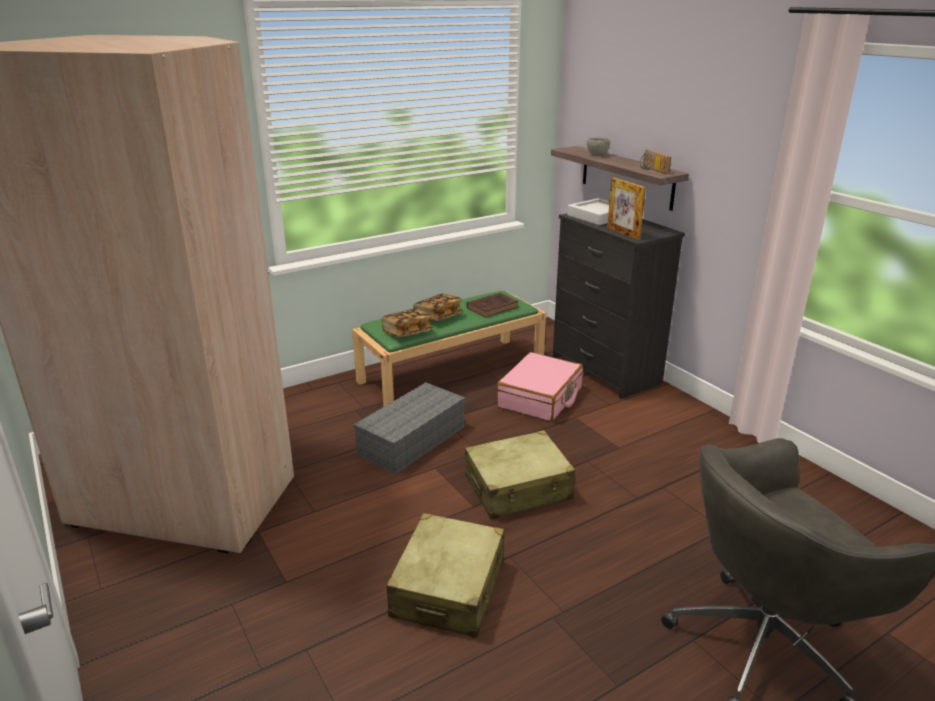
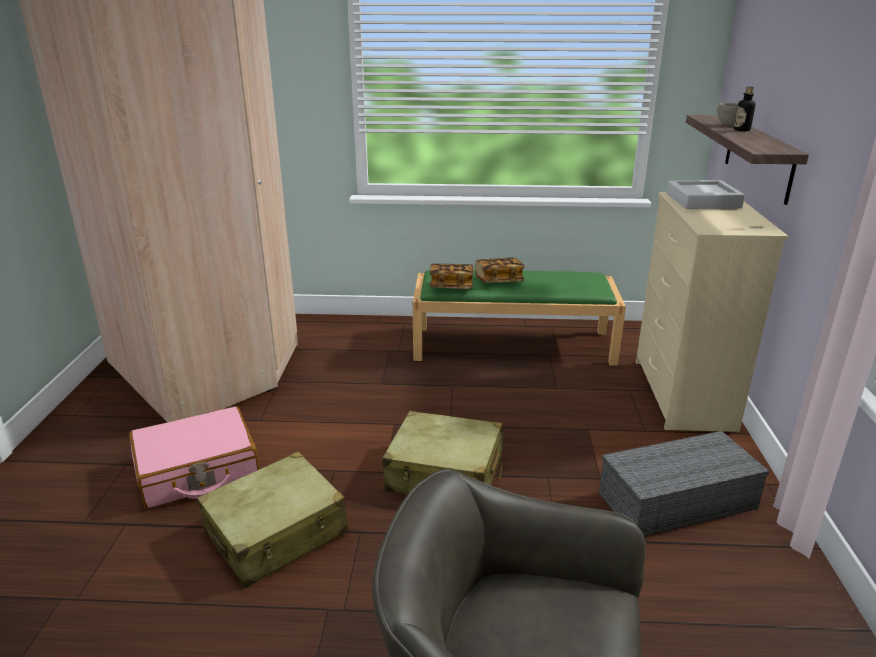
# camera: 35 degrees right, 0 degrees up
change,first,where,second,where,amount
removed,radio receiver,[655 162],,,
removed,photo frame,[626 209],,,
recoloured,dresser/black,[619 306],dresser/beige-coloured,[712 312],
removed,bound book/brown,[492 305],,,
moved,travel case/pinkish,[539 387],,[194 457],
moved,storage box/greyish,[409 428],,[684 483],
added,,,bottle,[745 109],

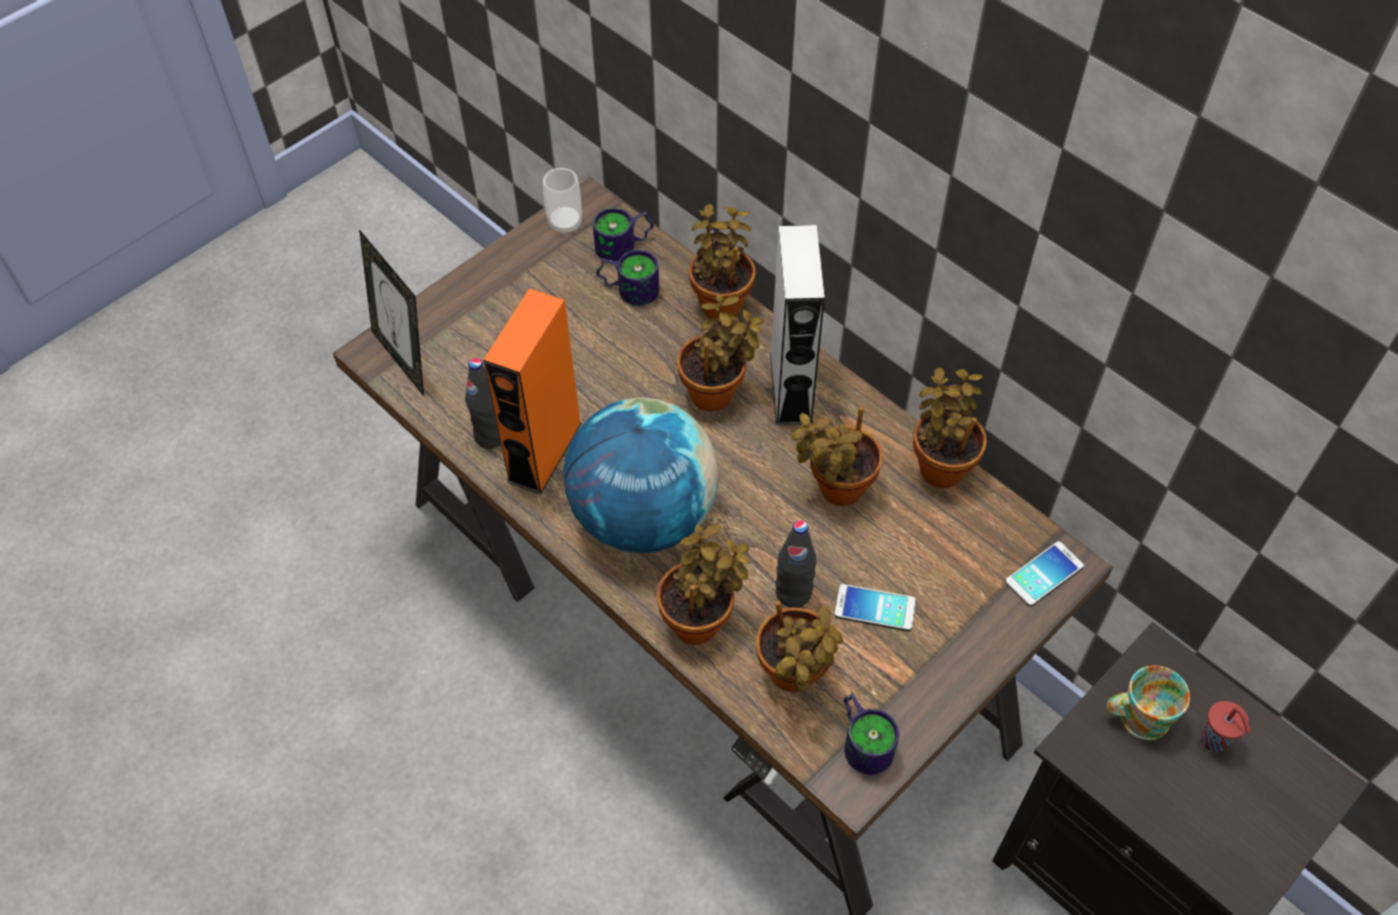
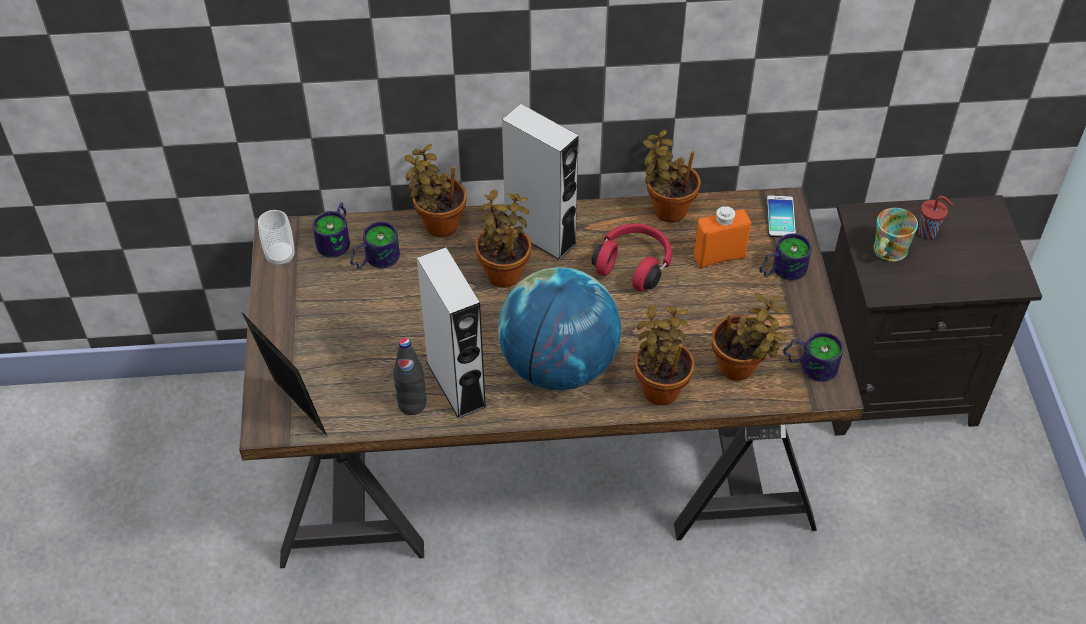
# camera: 50 degrees left, 5 degrees down
change,first,where,second,where,amount
turned,photo frame,[391 312],,[284 374],135 degrees counterclockwise
recoloured,speaker/orange,[532 391],speaker/greyish,[452 333],
replaced,houseplant,[837 456],headset/red-coloured,[632 257],
removed,bottle/black,[795 564],,,
removed,phone,[875 607],,,
added,,,bottle/orange,[722 236],
added,,,coffee mug,[785 256],

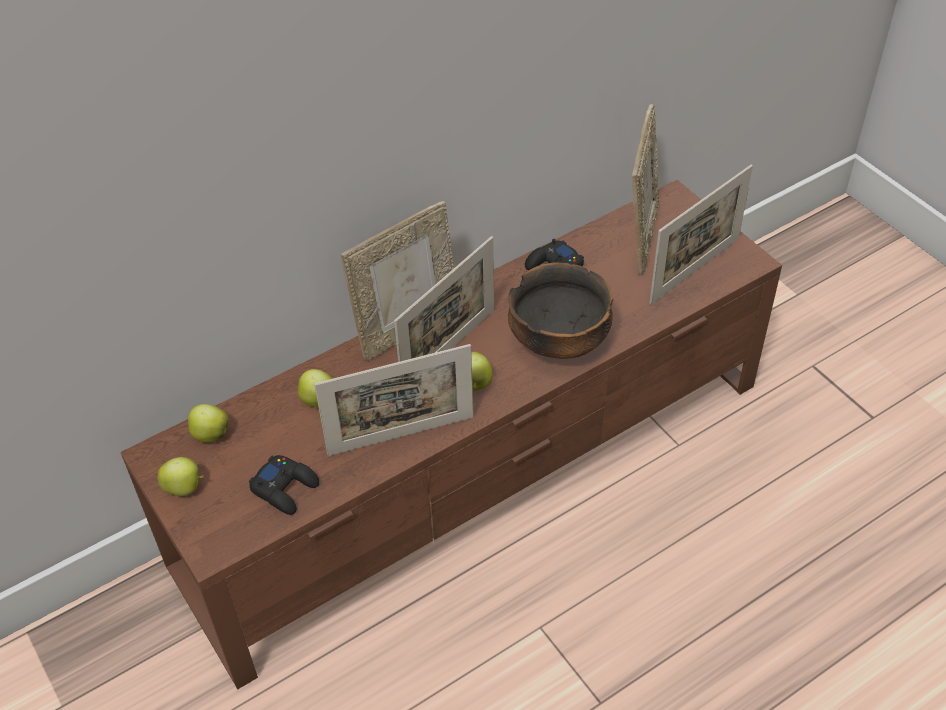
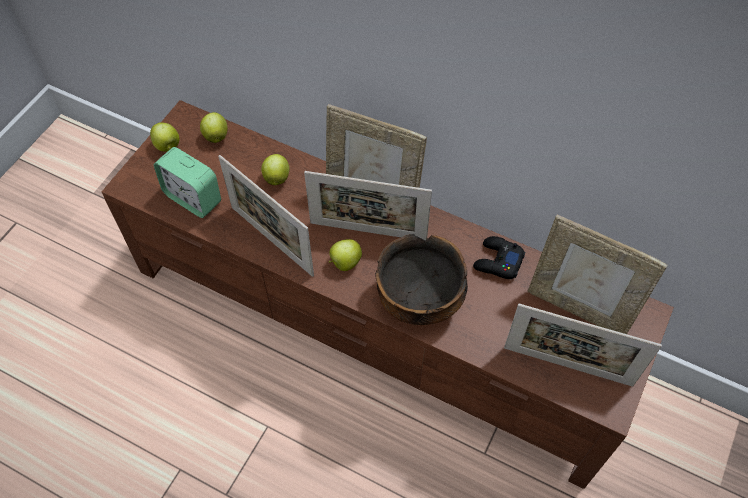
# camera: 60 degrees right, 10 degrees up
change,first,where,second,where,amount
turned,photo frame,[645 189],,[597 274],45 degrees clockwise
replaced,gamepad/black,[284 485],table clock,[187 182],

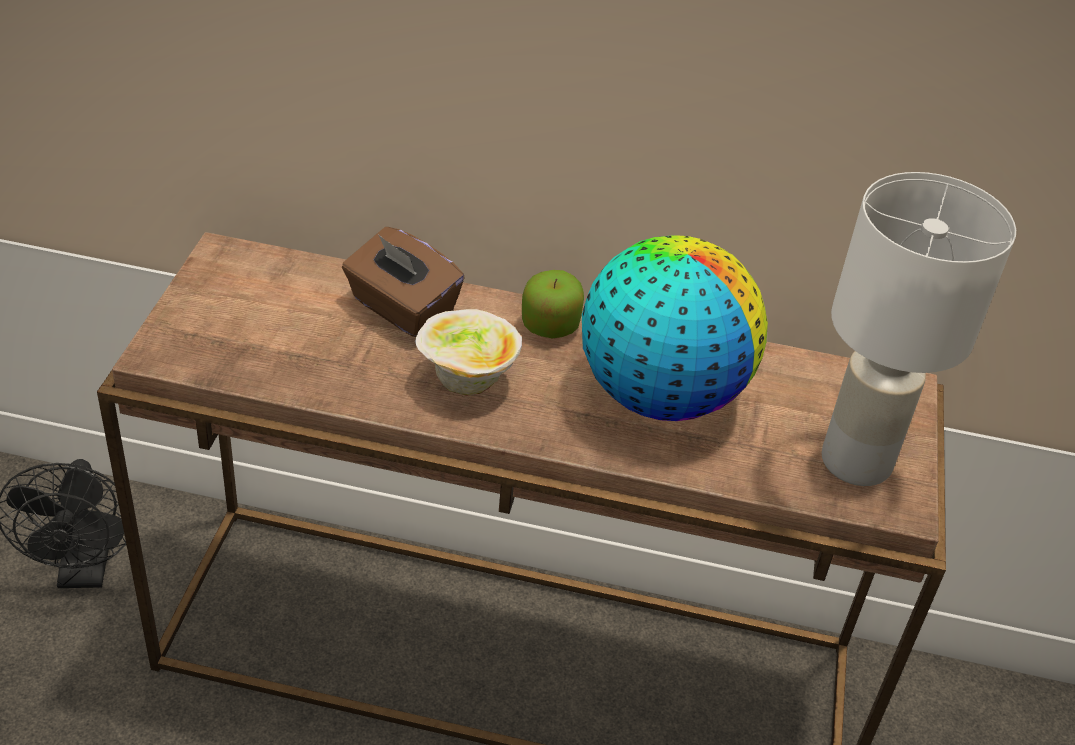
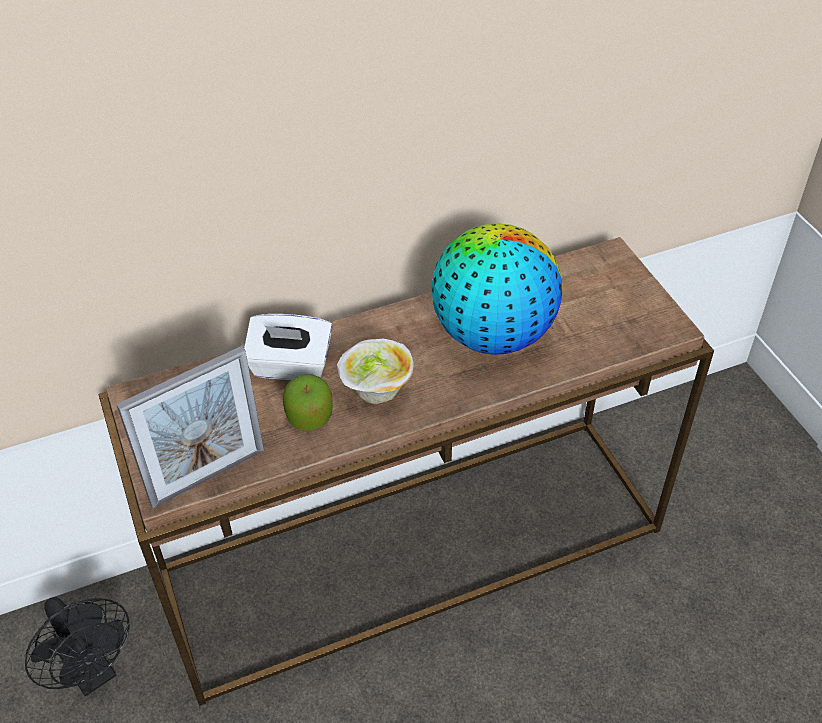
# camera: 30 degrees left, 5 degrees up
change,first,where,second,where,amount
removed,tabletop lamp/white-coloured,[919 329],,,
recoloured,tissue holder/brown,[403 282],tissue holder/white-coloured,[288 347],
moved,apple fruit,[553 304],,[308 402],
added,,,photo frame,[190 427],

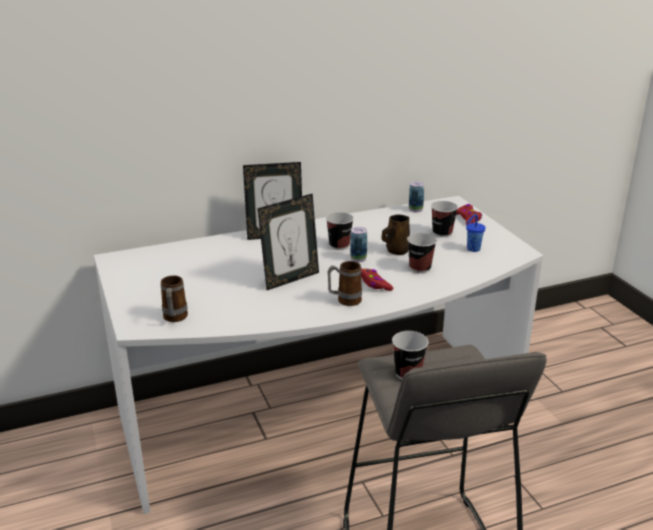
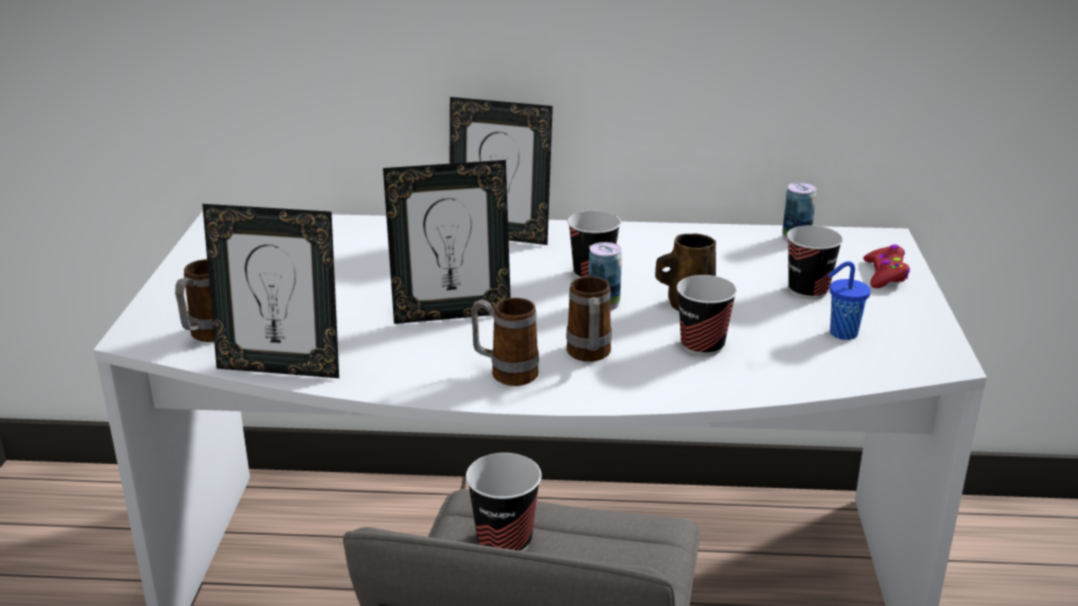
# camera: 25 degrees right, 0 degrees up
change,first,where,second,where,amount
replaced,gamepad/red-coloured,[377 279],coffee mug,[589 319],
added,,,photo frame,[270 291],

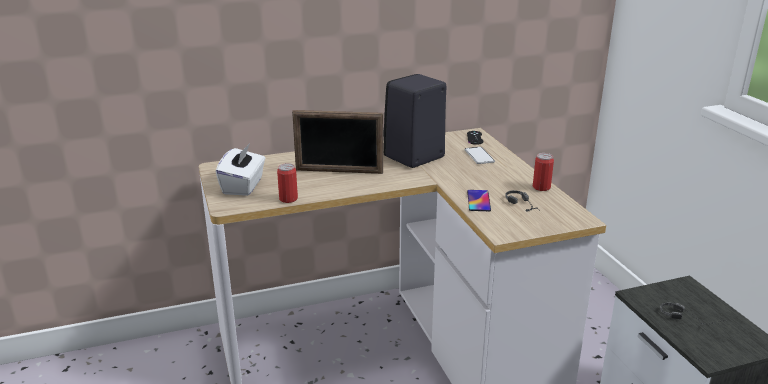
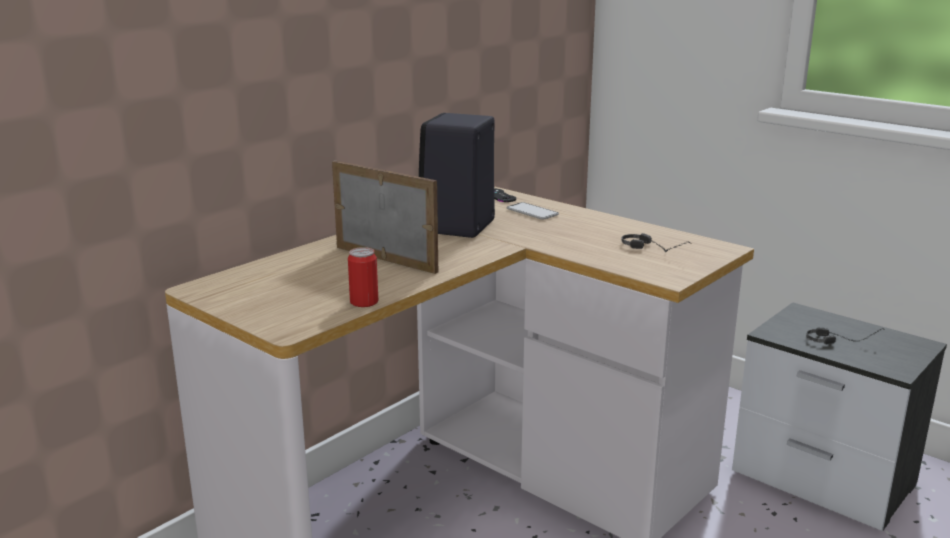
# camera: 30 degrees left, 5 degrees down
change,first,where,second,where,amount
turned,photo frame,[337 142],,[385 217],120 degrees counterclockwise
removed,tissue holder/white-coloured,[240 169],,,
removed,metal can,[543 172],,,
removed,phone,[479 200],,,

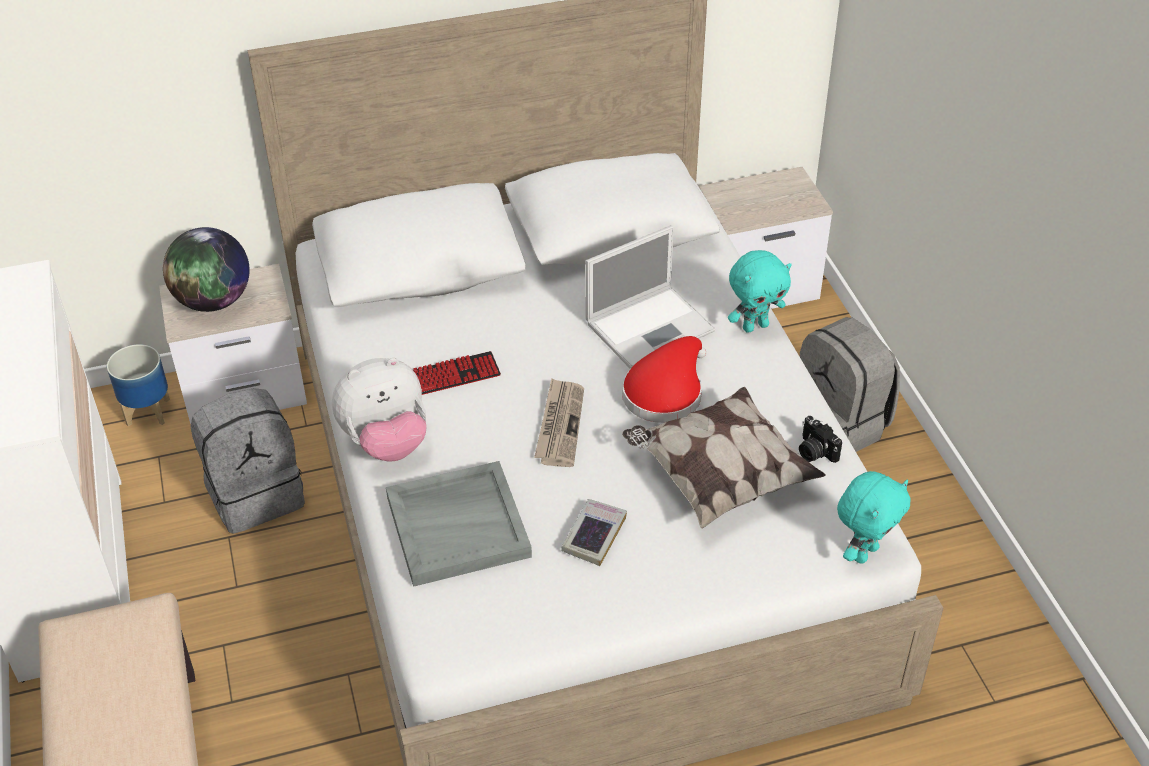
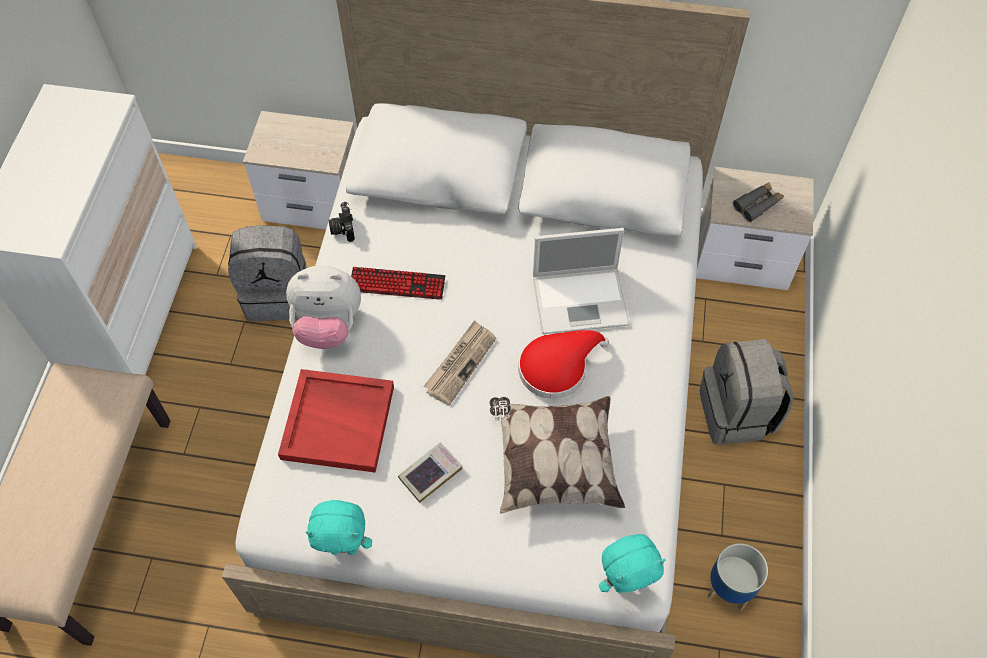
# camera: 25 degrees right, 15 degrees up
change,first,where,second,where,amount
removed,globe,[206 269],,,
moved,cuddly toy/blue-green,[760 291],,[339 527],
moved,plant pot,[138 385],,[738 577],
moved,still camera,[820 439],,[342 222],
recoloured,tray/greyish,[459 524],tray/red-coloured,[336 421],
added,,,pair of binoculars/greyish,[758 202],

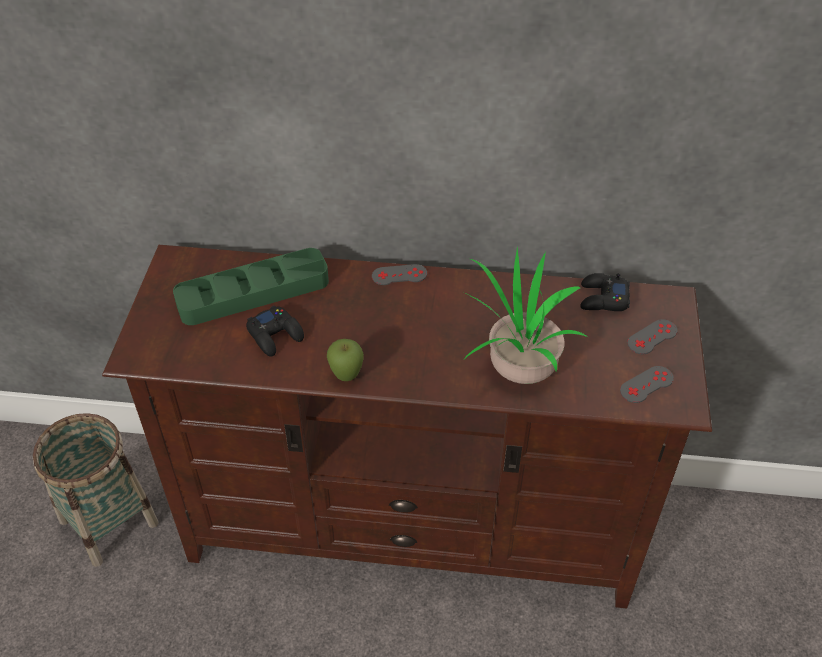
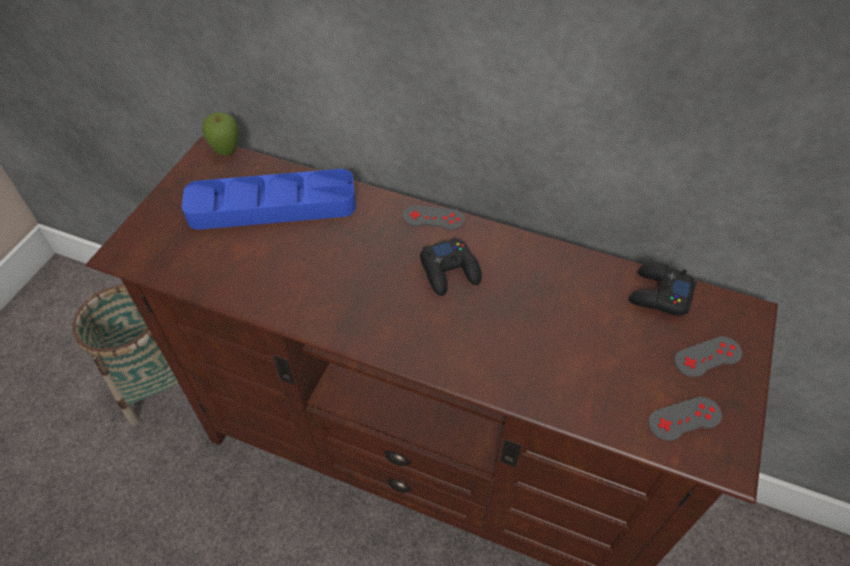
# camera: 15 degrees right, 5 degrees up
change,first,where,second,where,amount
removed,houseplant,[527 315],,,
recoloured,tray/green,[251 286],tray/bluish,[269 199],
moved,gamepad/black,[275 330],,[451 266],
moved,apple fruit,[345 360],,[220 134],

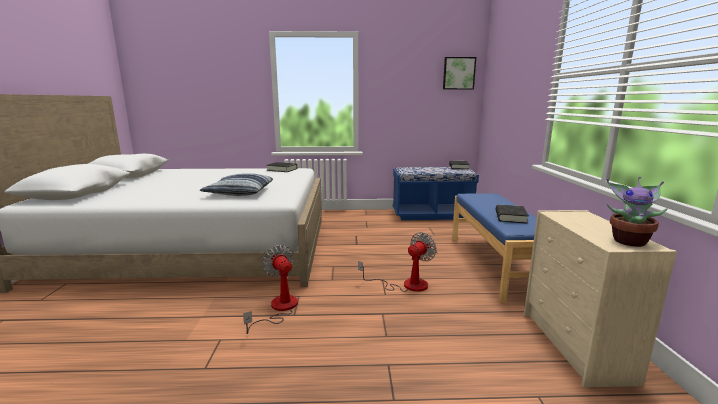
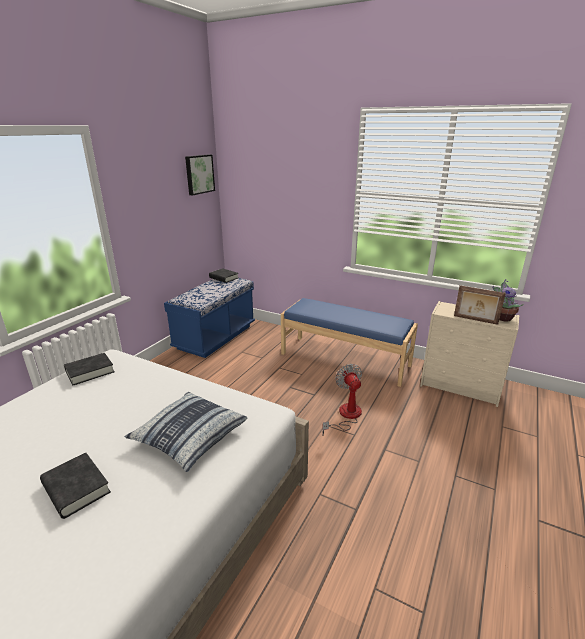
# camera: 60 degrees left, 10 degrees up
change,first,where,second,where,amount
moved,bound book/black,[512 214],,[75 486],
removed,cooling fan,[270 289],,,
added,,,photo frame,[480 305],

